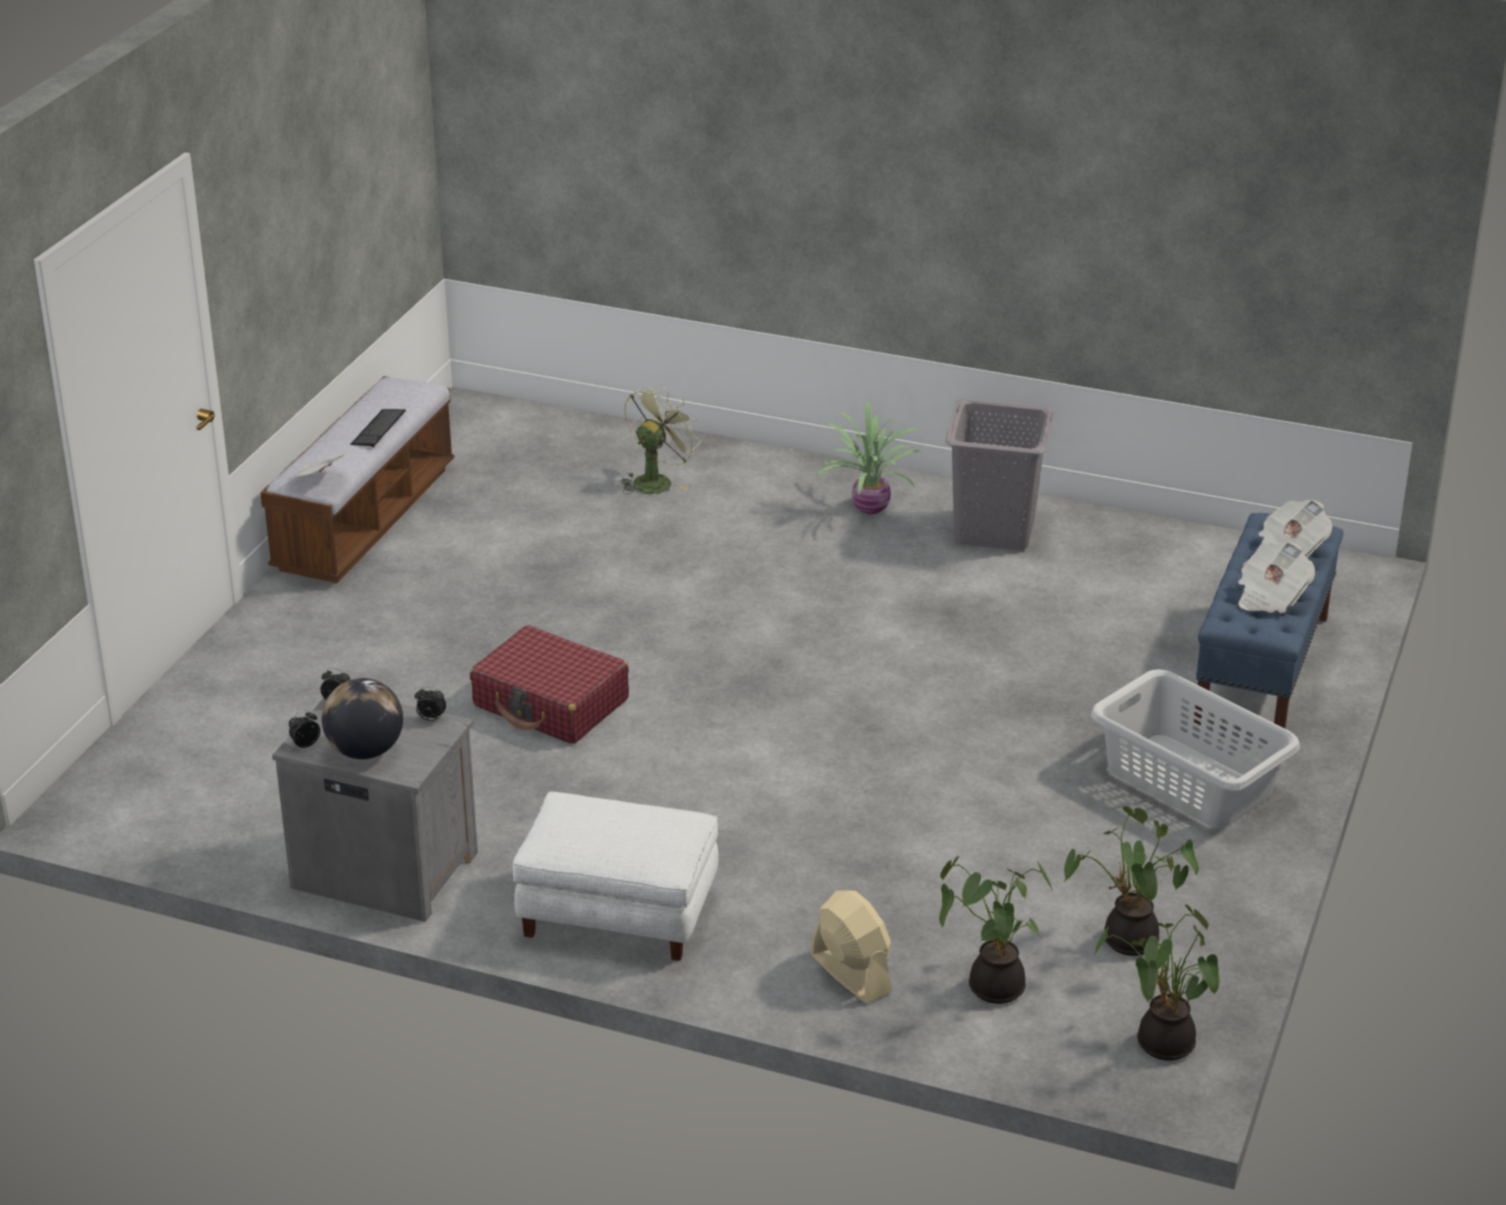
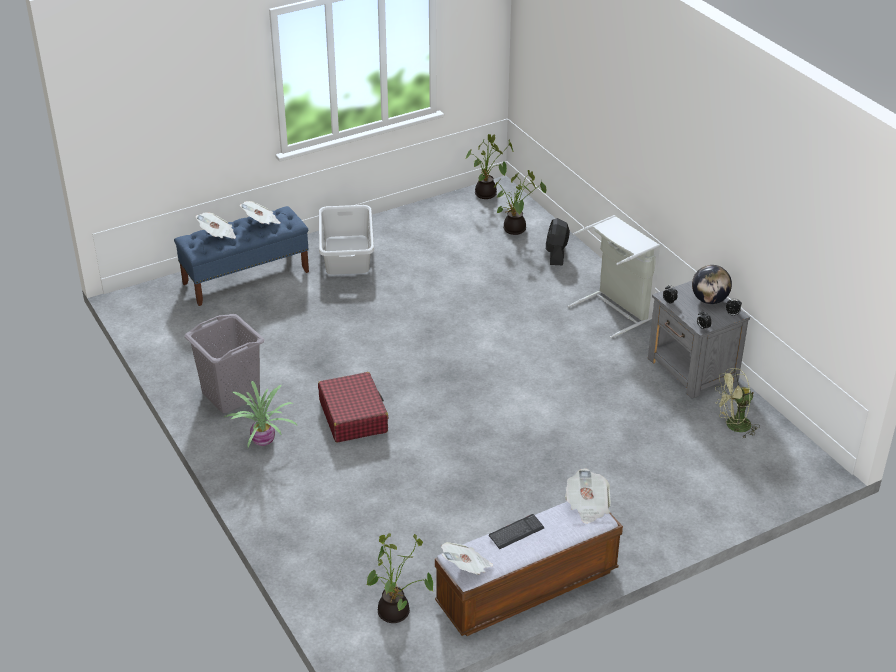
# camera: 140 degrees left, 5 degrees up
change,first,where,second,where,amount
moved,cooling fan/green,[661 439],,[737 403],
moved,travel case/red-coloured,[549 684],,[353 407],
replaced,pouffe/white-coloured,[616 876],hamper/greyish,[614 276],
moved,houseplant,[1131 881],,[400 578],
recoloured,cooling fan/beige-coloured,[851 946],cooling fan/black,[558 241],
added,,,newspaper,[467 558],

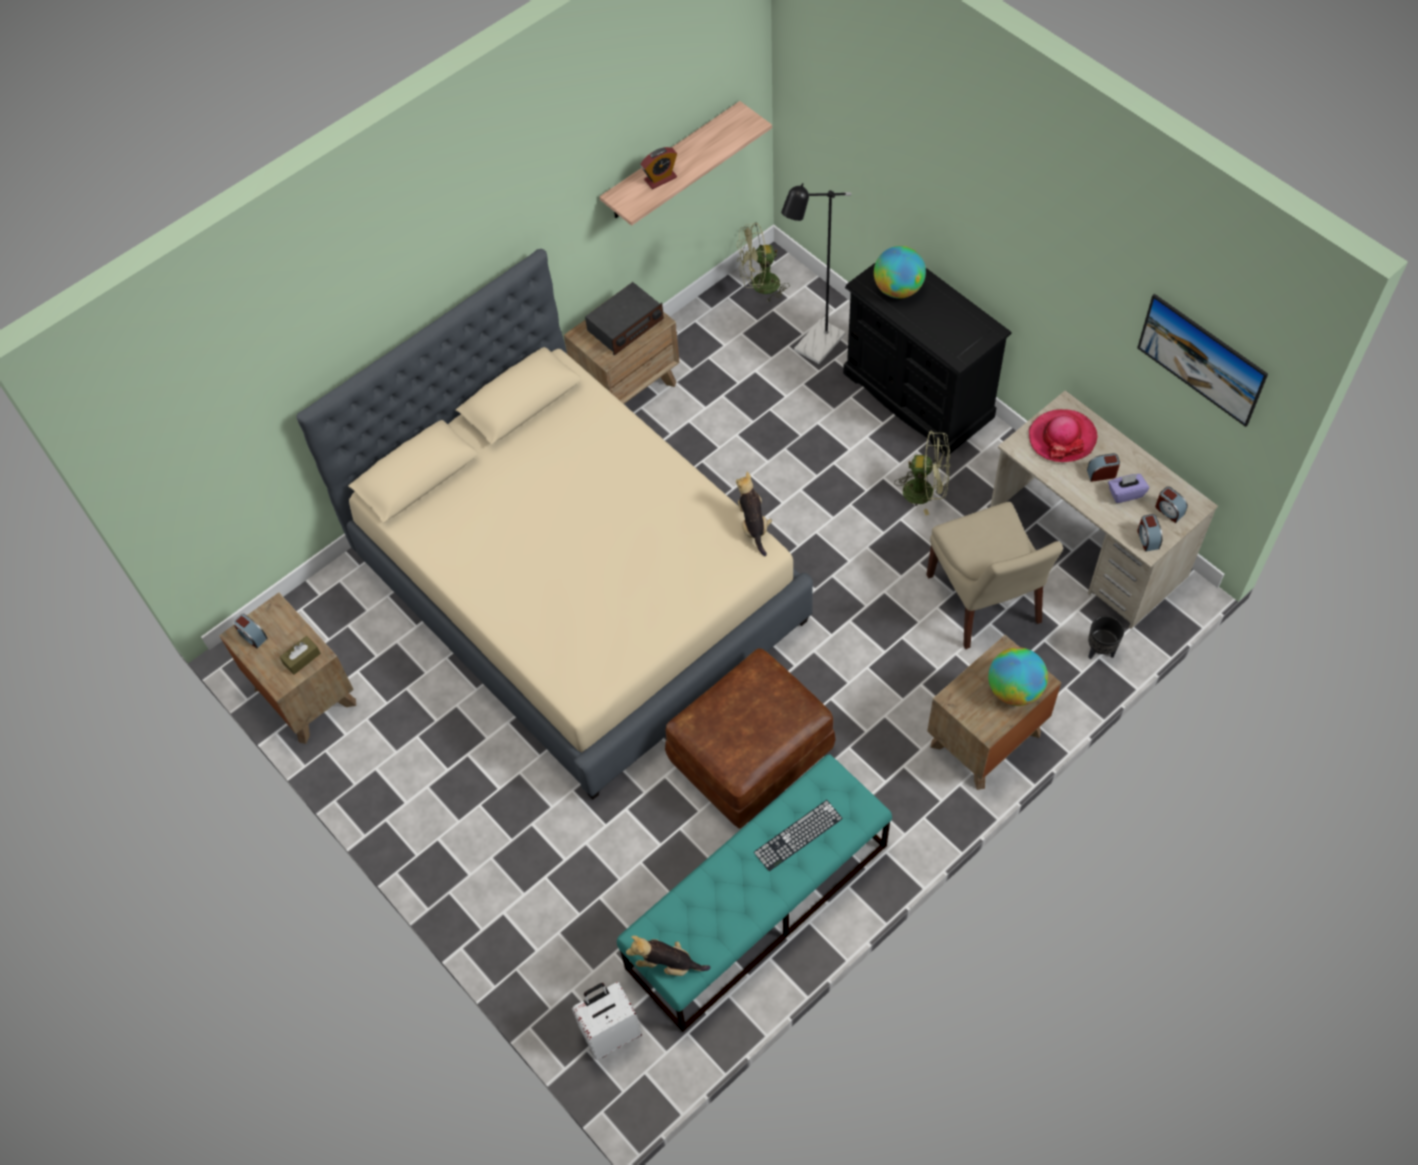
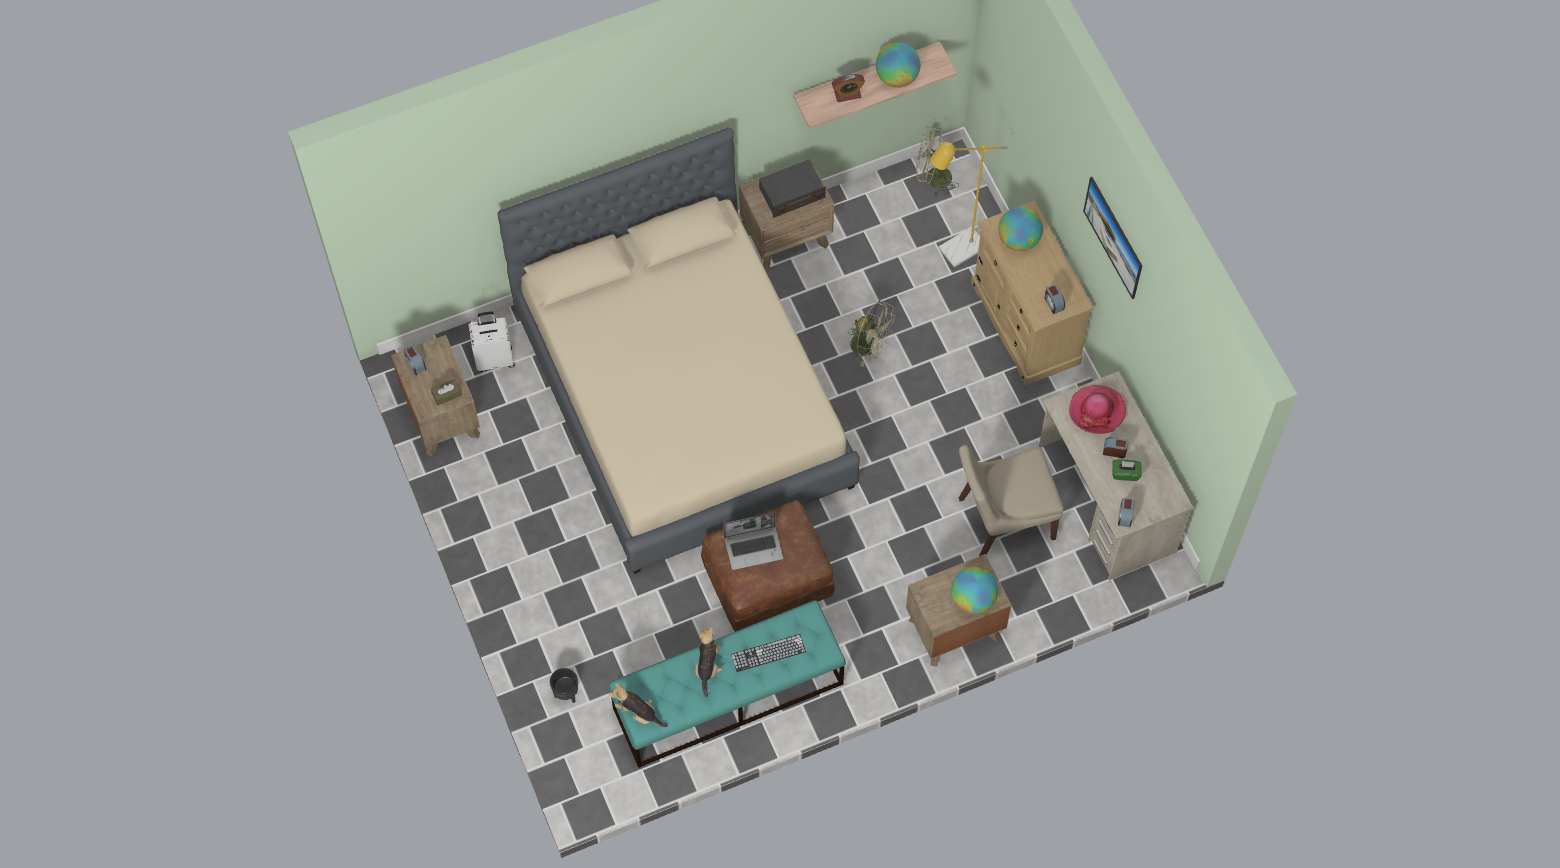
# camera: 15 degrees right, 5 degrees up
change,first,where,second,where,amount
recoloured,standing lamp/black,[816 273],standing lamp/yellow,[969 204],
recoloured,dresser/black,[927 359],dresser/beige-coloured,[1032 293],
moved,wall art,[1202 360],,[1112 238],
moved,cooling fan/green,[922 473],,[872 334],
moved,cuddly toy,[754 514],,[708 662],
recoloured,tissue holder/purplish,[1128 488],tissue holder/green,[1127 470],
moved,table clock,[1171 504],,[1055 299],
turned,plain chair/beige-coloured,[994 575],,[1011 500],75 degrees clockwise
moved,plant pot/black,[1106 637],,[564 685],
moved,travel case/white-coloured,[607 1021],,[491 341],
added,,,globe,[898 65],
added,,,laptop,[753 541],

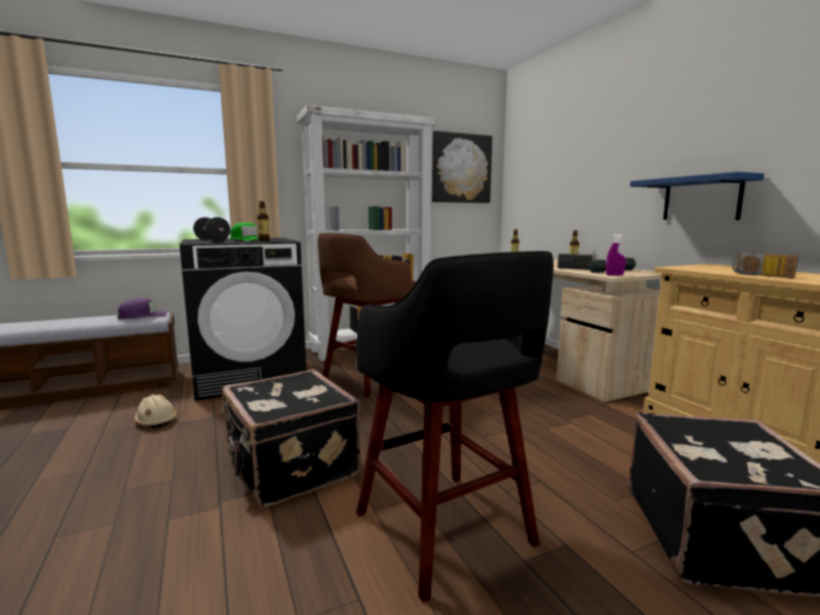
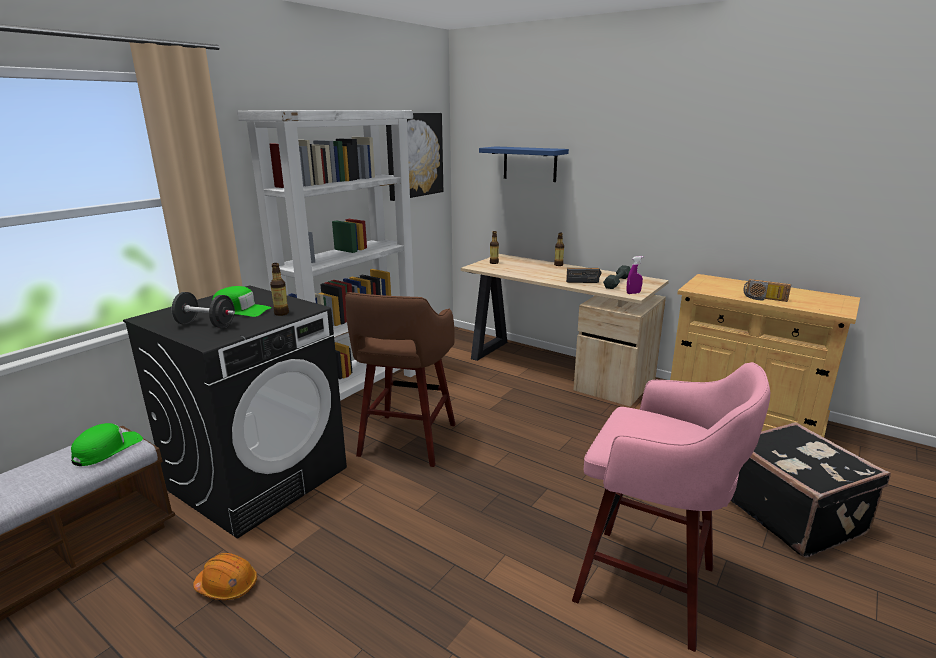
# camera: 30 degrees left, 10 degrees up
change,first,where,second,where,amount
moved,shelf/bluish,[697 196],,[524 164],
recoloured,stool seat/black,[455 427],stool seat/pinkish,[671 507],
recoloured,peaked cap/purplish,[142 308],peaked cap/green,[107 444],
removed,travel case/black,[291 438],,,
recoloured,safety helmet/beige-coloured,[155 411],safety helmet/orange,[225 576],

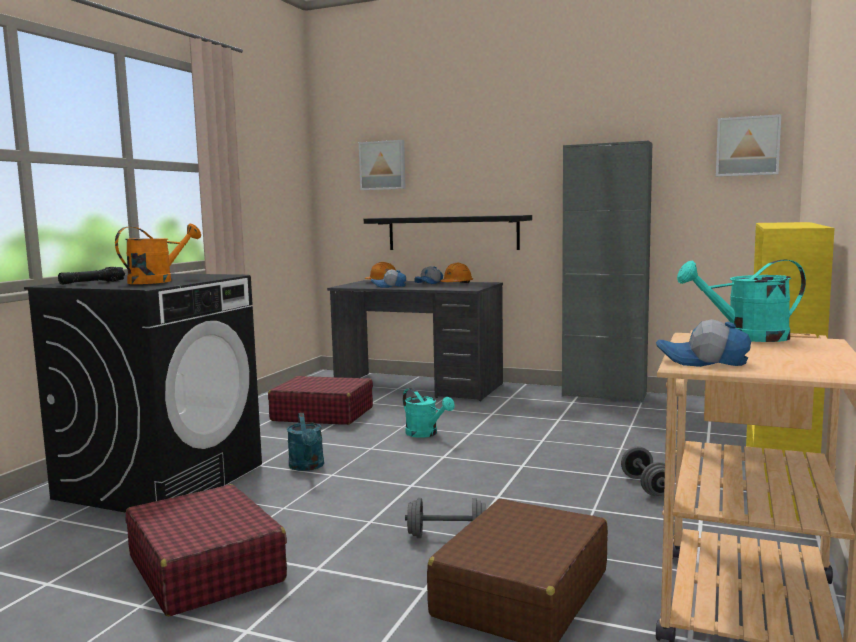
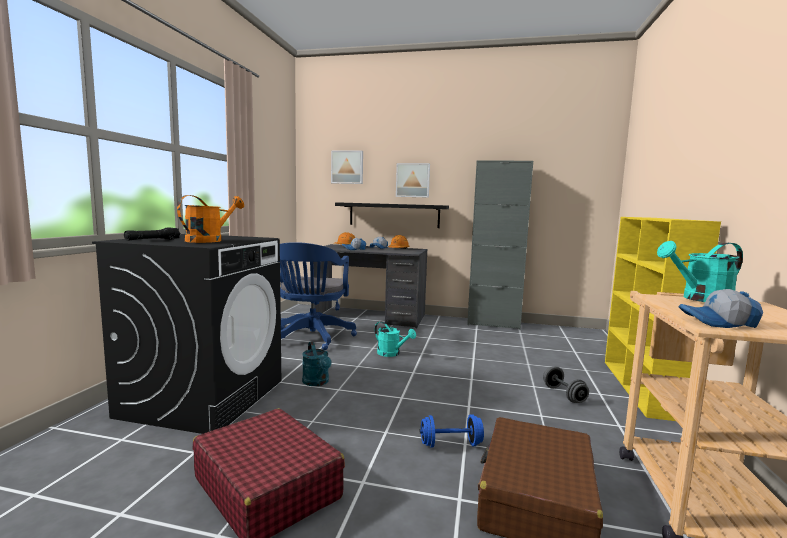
# camera: 10 degrees left, 0 degrees up
change,first,where,second,where,amount
moved,wall art,[748 145],,[413 180],
replaced,travel case/red-coloured,[320 400],desk chair/bluish,[317 296],
recoloured,hand weight/greyish,[445 518],hand weight/bluish,[452 431],

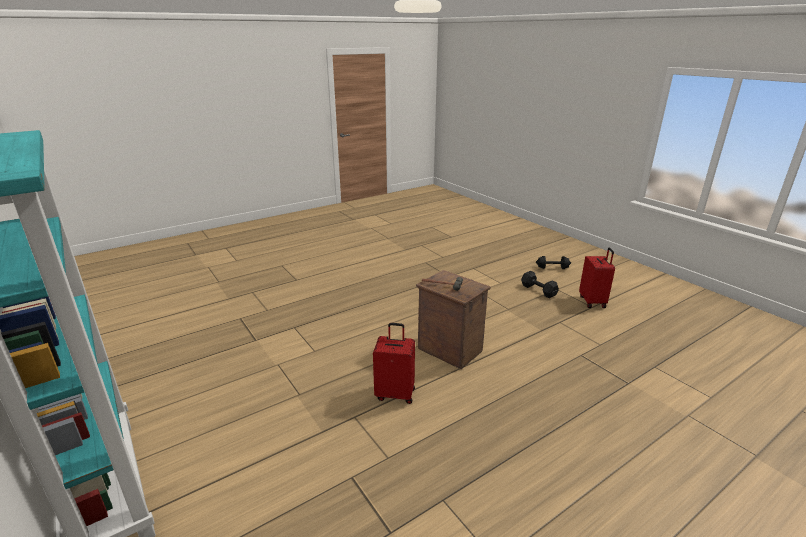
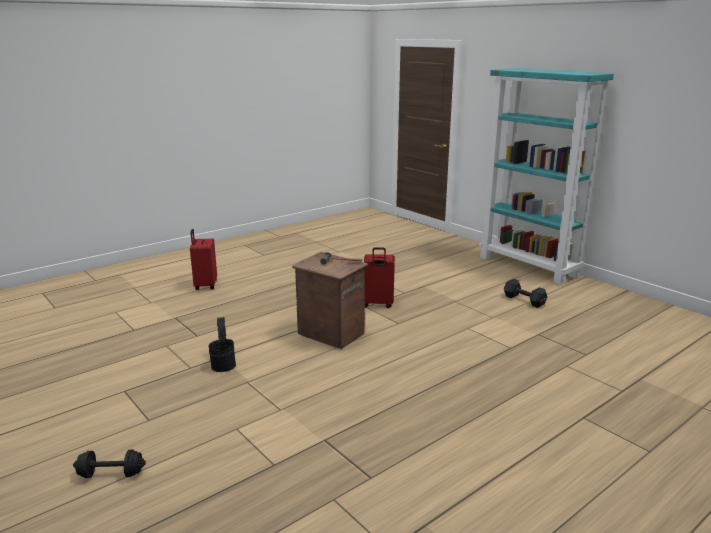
# camera: 175 degrees right, 5 degrees down
change,first,where,second,where,amount
moved,travel case/red-coloured,[597 277],,[203 259],
moved,hand weight/black,[540 284],,[525 293],
added,,,bucket/black,[222 344],

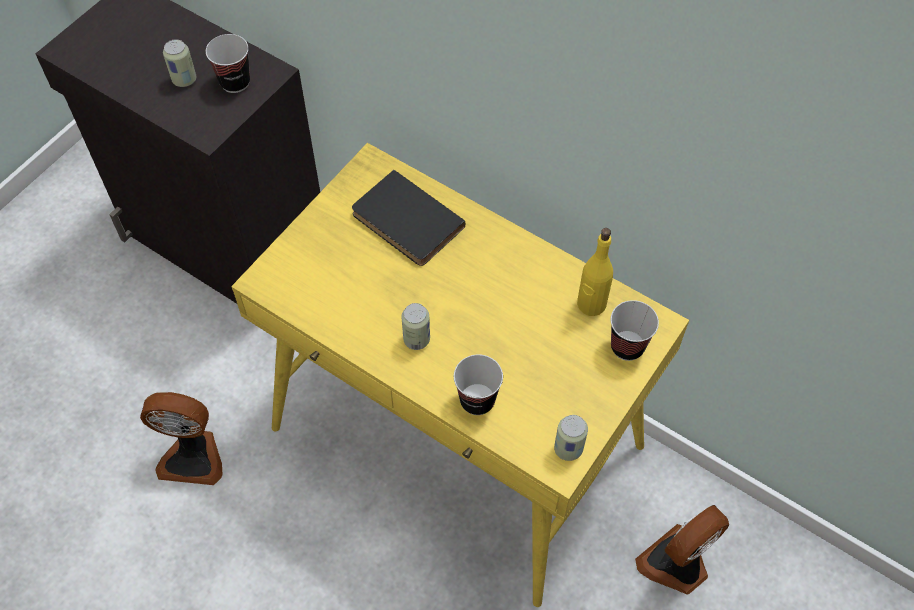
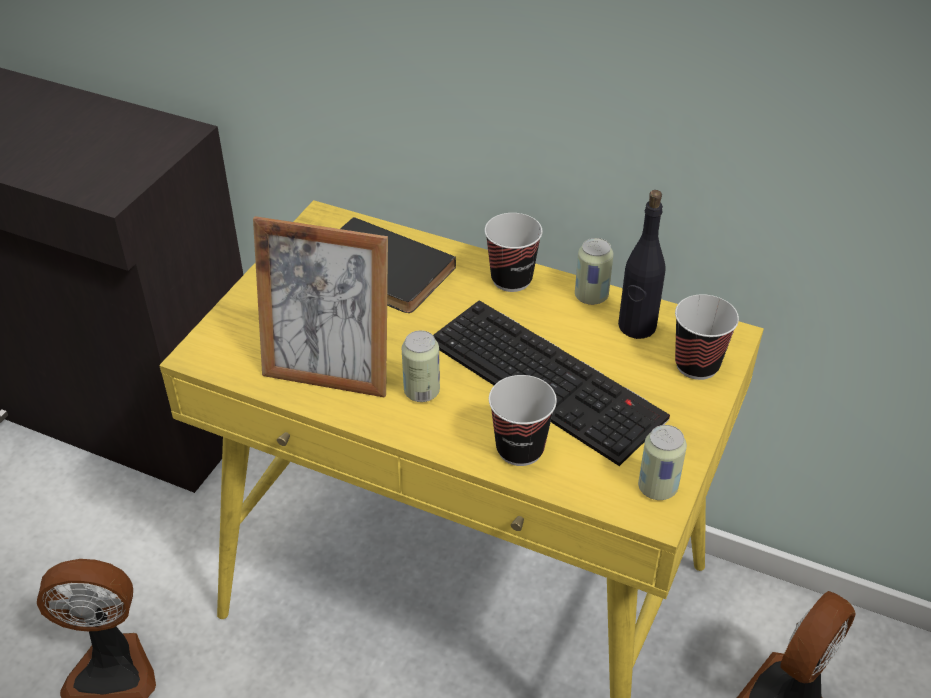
# camera: 10 degrees left, 15 degrees down
change,first,where,second,where,amount
moved,drinking cup,[228 63],,[514 252],
moved,metal can,[180 63],,[594 271],
recoloured,bottle/yellow,[595 272],bottle/black,[642 264],
added,,,photo frame,[320 307],
added,,,computer keyboard,[551 383],

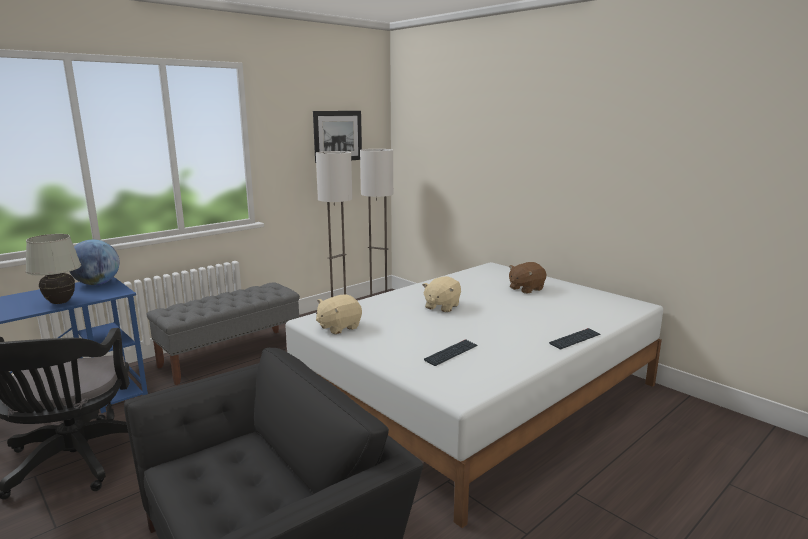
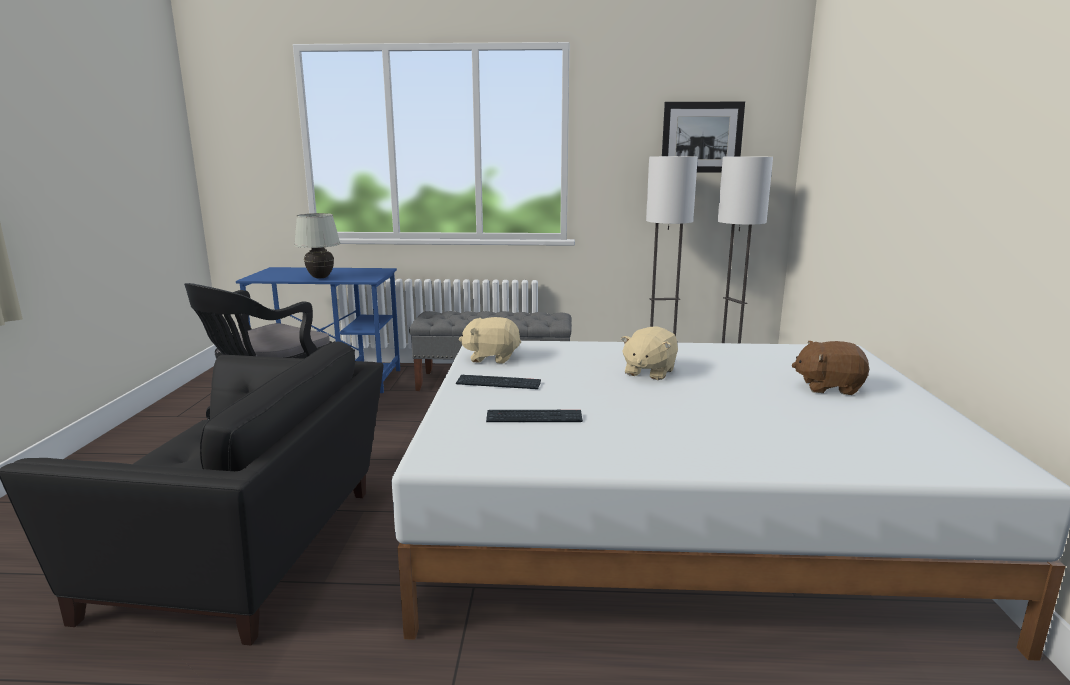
# camera: 45 degrees right, 0 degrees up
change,first,where,second,where,amount
removed,globe,[94 262],,,
turned,cuddly toy/beige-coloured,[441 294],,[649 353],45 degrees counterclockwise
moved,computer keyboard,[574 338],,[498 382],

